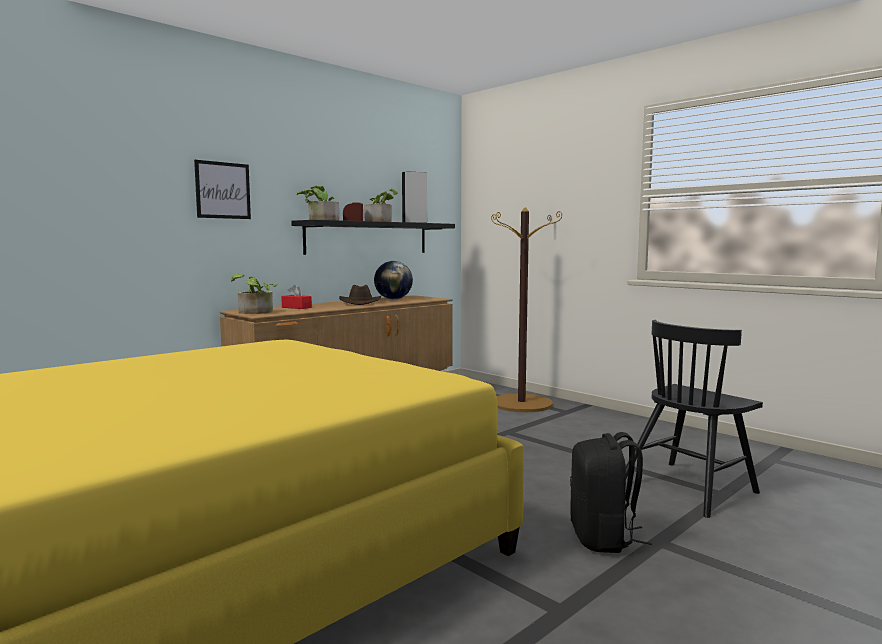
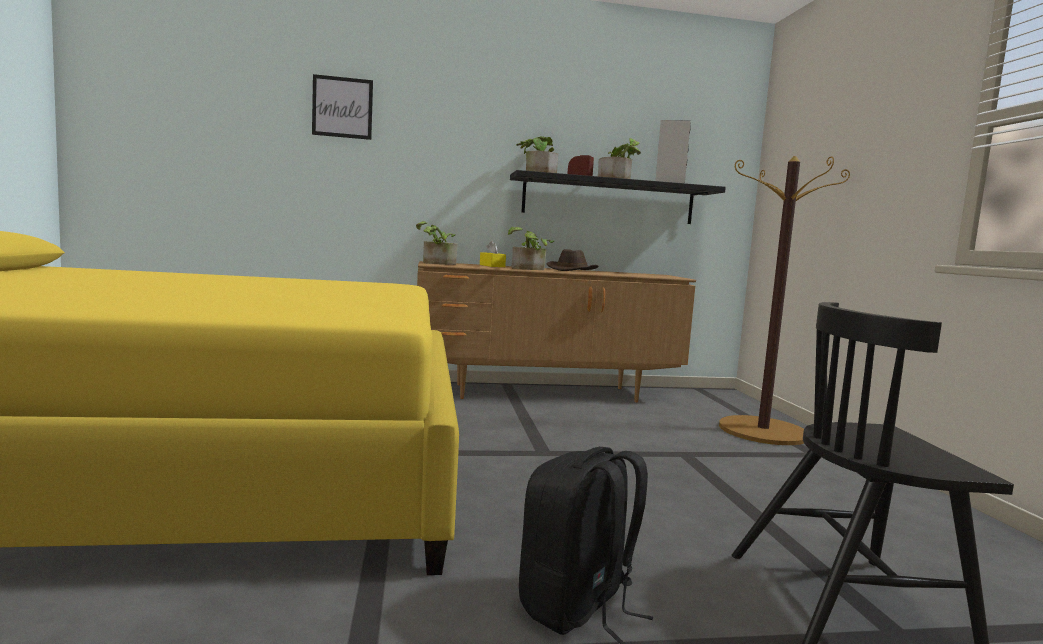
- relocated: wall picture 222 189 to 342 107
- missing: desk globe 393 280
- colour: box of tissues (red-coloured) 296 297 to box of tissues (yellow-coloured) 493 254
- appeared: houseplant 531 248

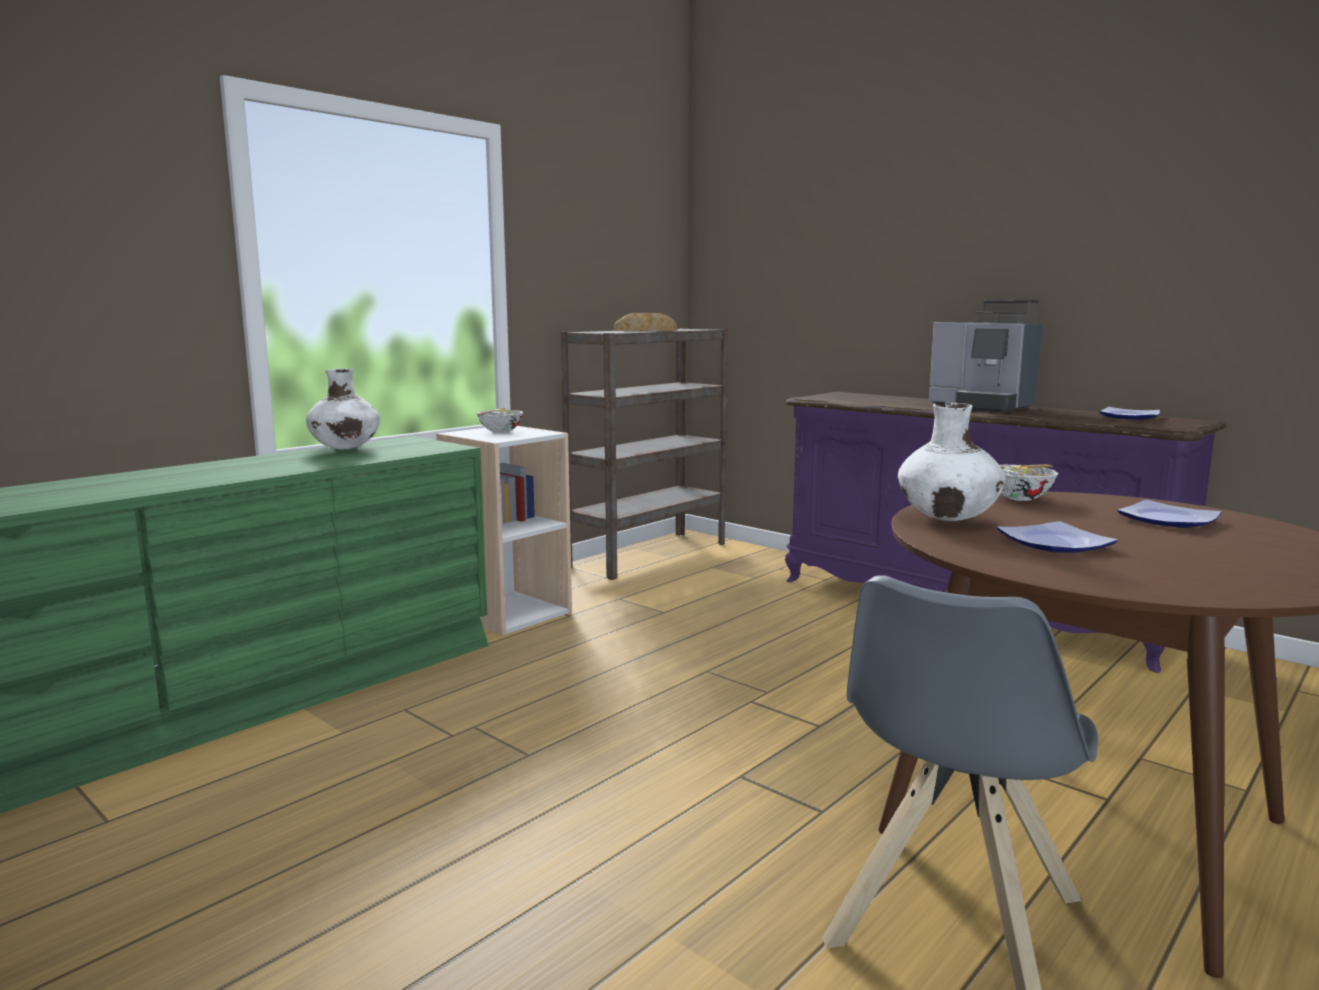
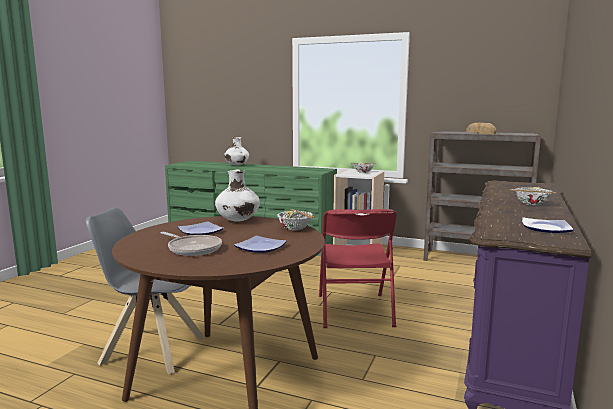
- exchanged: coffee maker 986 356 to bowl 533 196
- relocated: vase (white-coloured) 343 409 to 236 151
- appeared: upright chair (red-coloured) 358 268
- appeared: frying pan 191 244

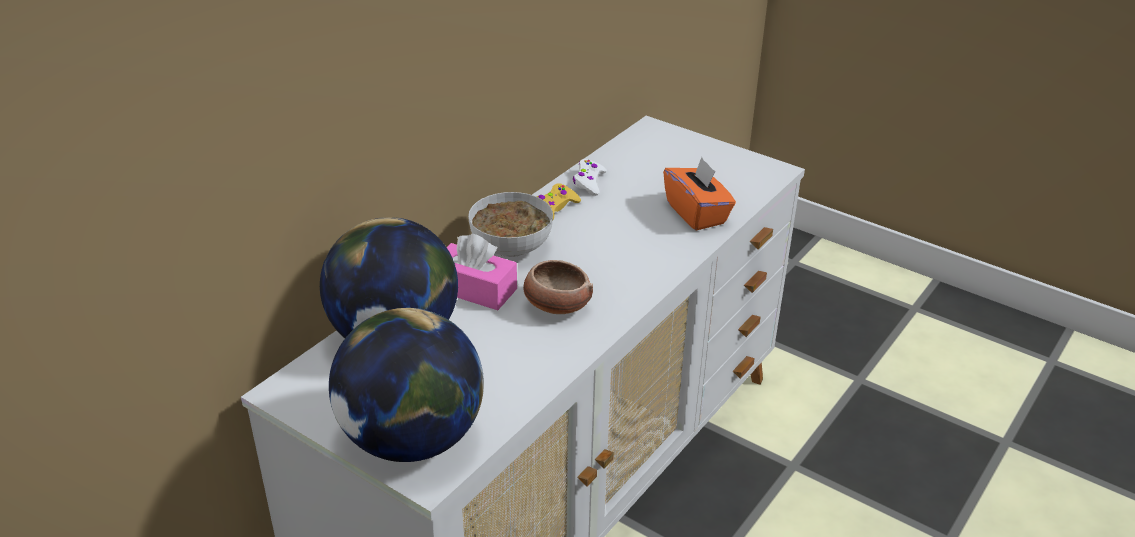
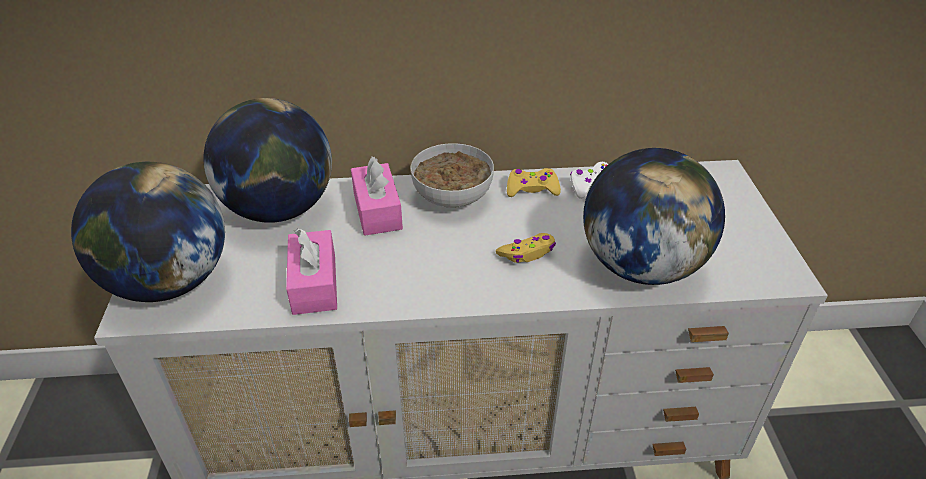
- exchanged: box of tissues (orangey) 699 194 to desk globe 654 216
- missing: bowl 558 287
- appeared: box of tissues (pink) 311 272
- appeared: gamepad (yellow-coloured) 526 248

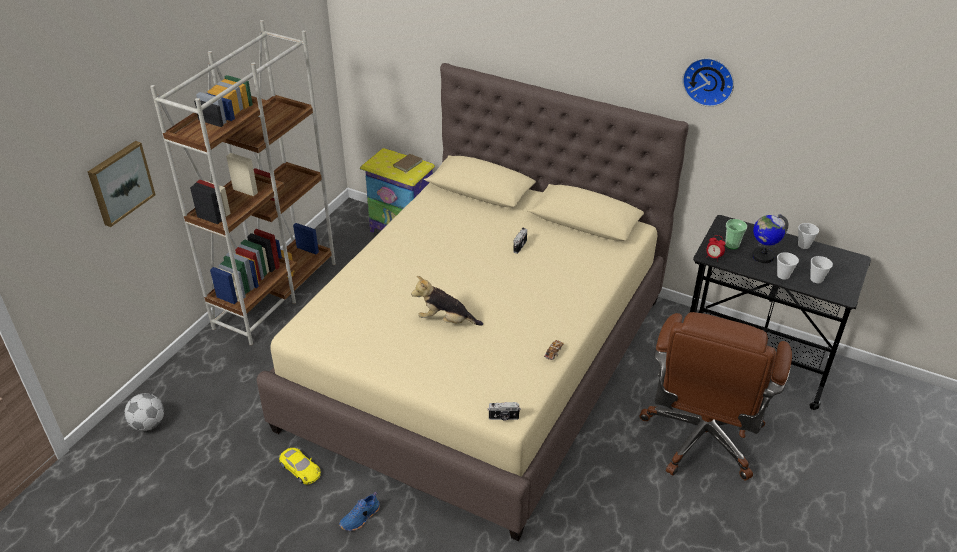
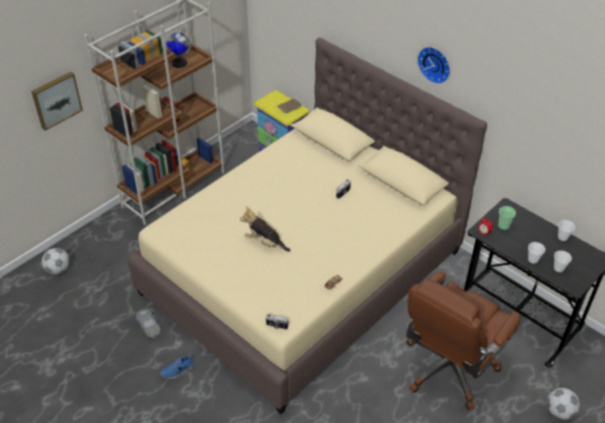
- relocated: wall clock 708 82 to 433 65
- relocated: desk globe 770 238 to 179 50
- colour: model car (yellow-coloured) 300 466 to model car (grey) 148 323
- appeared: football ball 563 403

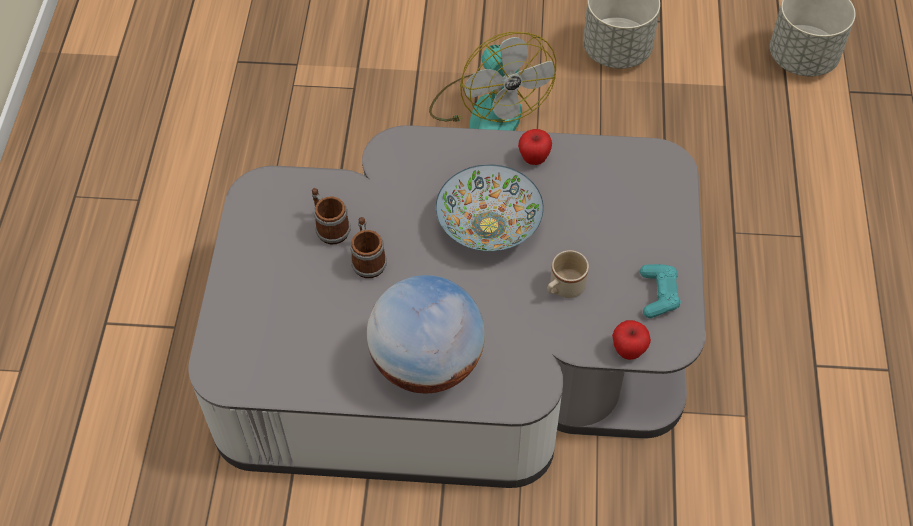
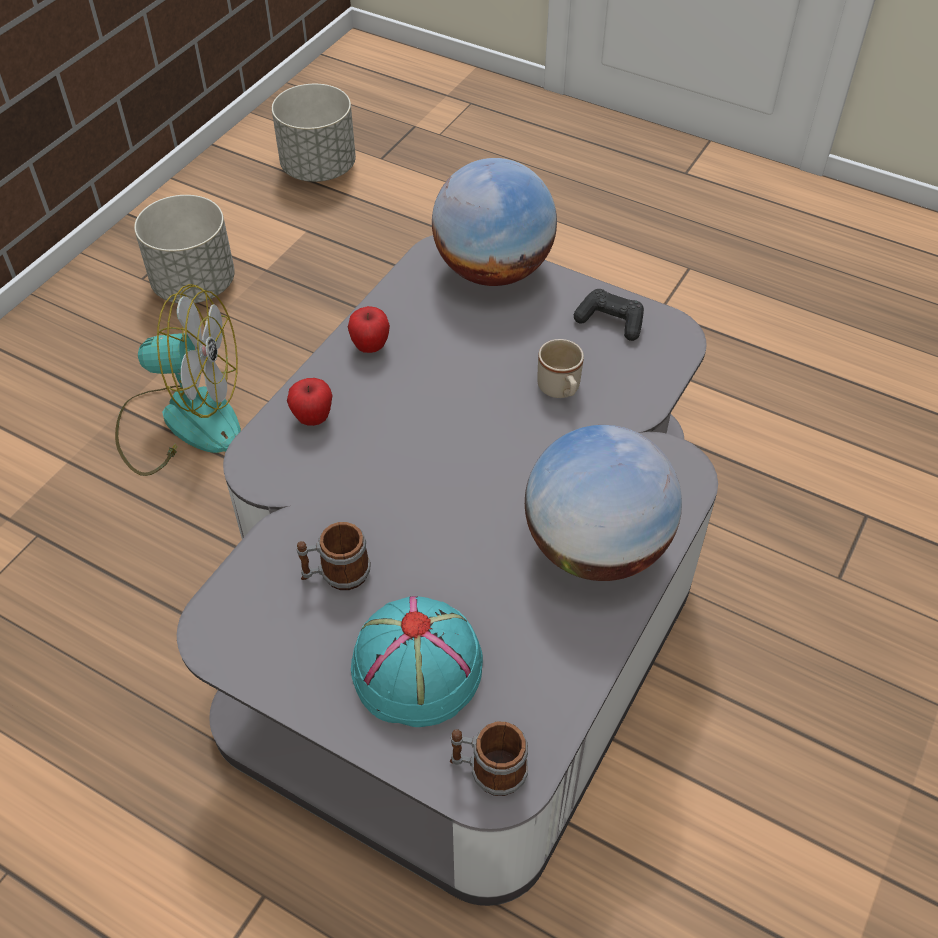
- missing: bowl 490 207
- relocated: tea mug 368 247 to 489 759
- colour: gamepad (turquoise-coloured) 660 291 to gamepad (blackish) 609 315
- relocated: apple 631 340 to 310 402
- appeared: desk globe 494 222
- appeared: hat (turquoise-coloured) 417 661

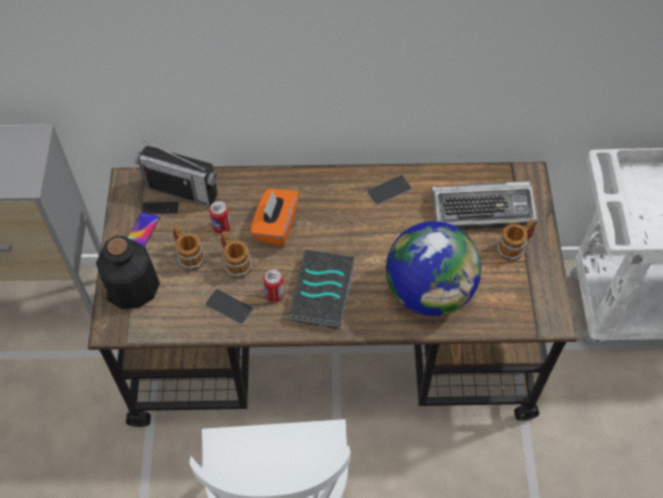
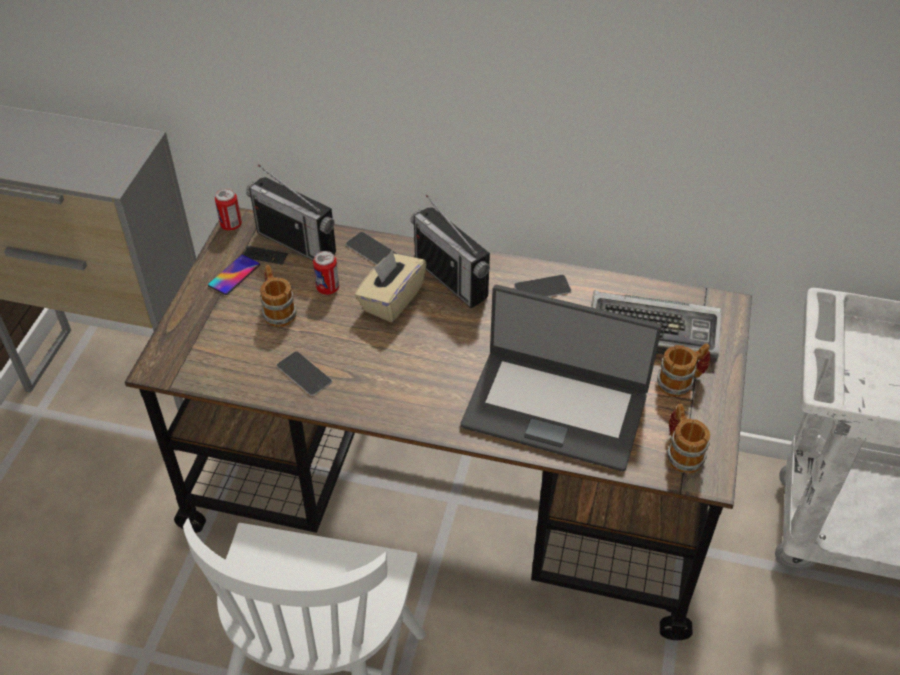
- colour: box of tissues (orangey) 274 217 to box of tissues (sand-coloured) 390 286
- exchanged: desk globe 434 268 to laptop 561 378
- relocated: tea mug 237 255 to 688 438
- missing: bottle 128 272
- missing: volume 322 290
- relocated: metal can 274 285 to 228 209
- appeared: radio 450 251
- appeared: telephone 371 248

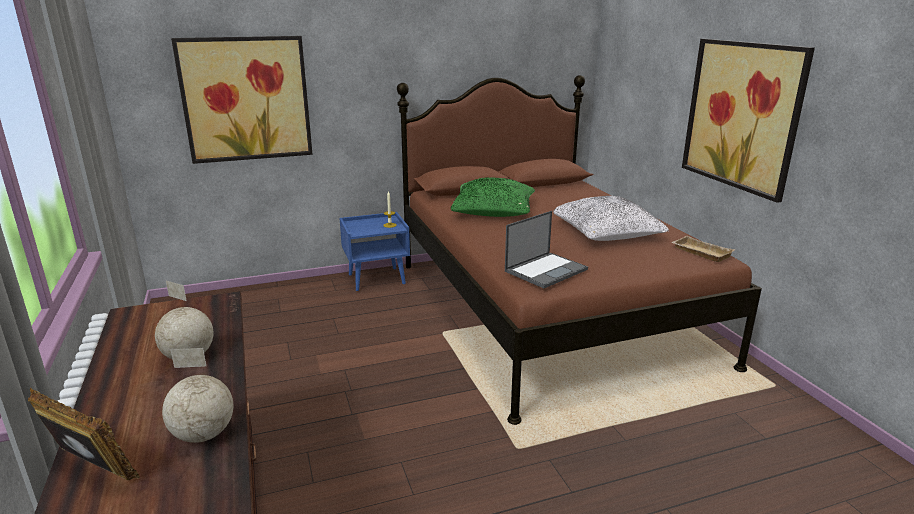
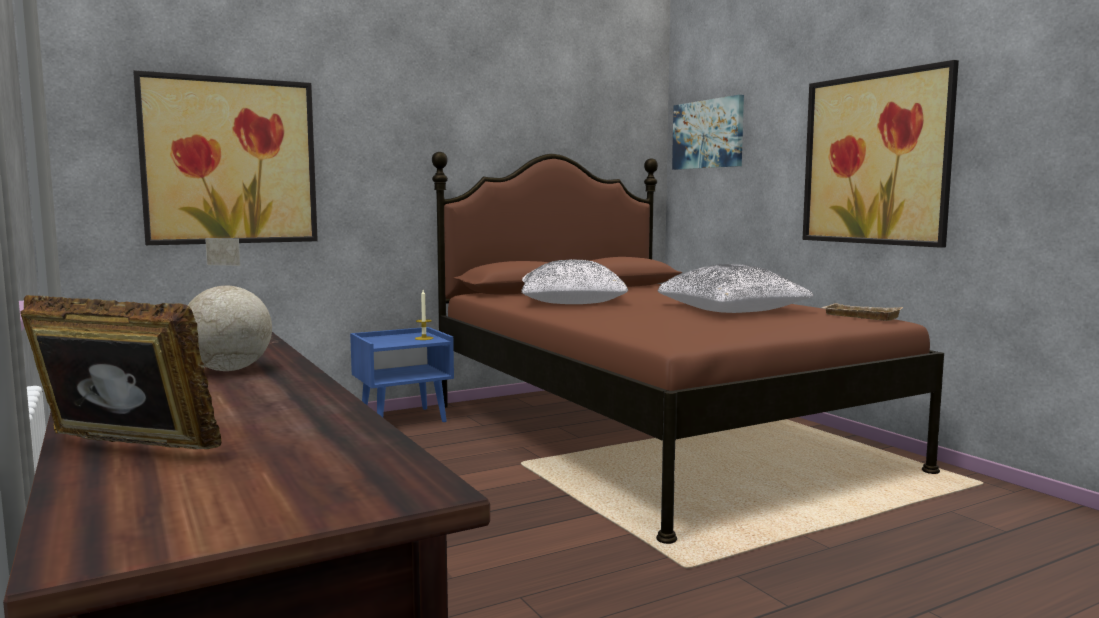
- colour: cushion (greenish) 493 197 to cushion (white-coloured) 574 281
- missing: laptop 546 249
- missing: desk globe 197 395
- appeared: wall picture 708 132

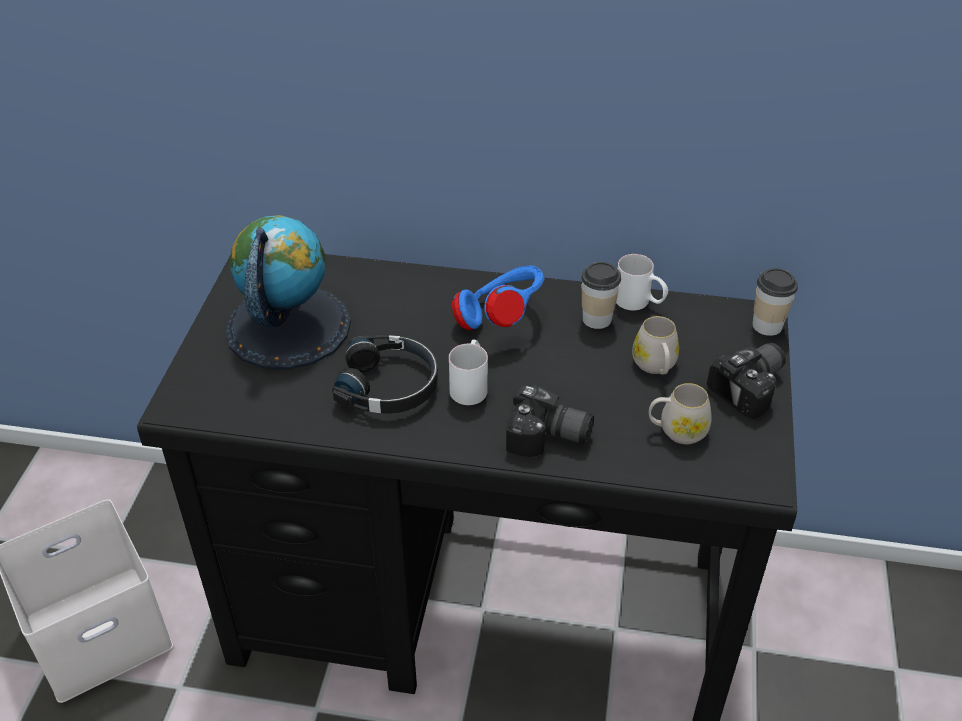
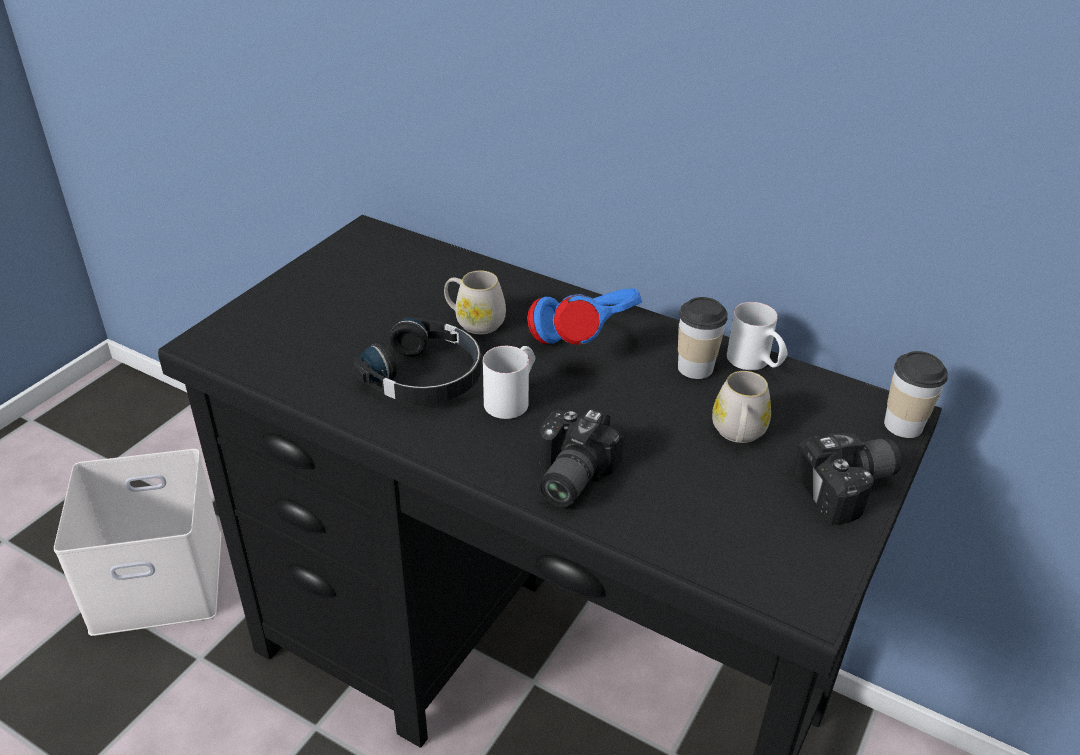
- missing: desk globe 288 292
- relocated: tea mug (white-coloured) 680 413 to 475 302
- spun: still camera 550 421 = 581 458 75 degrees clockwise

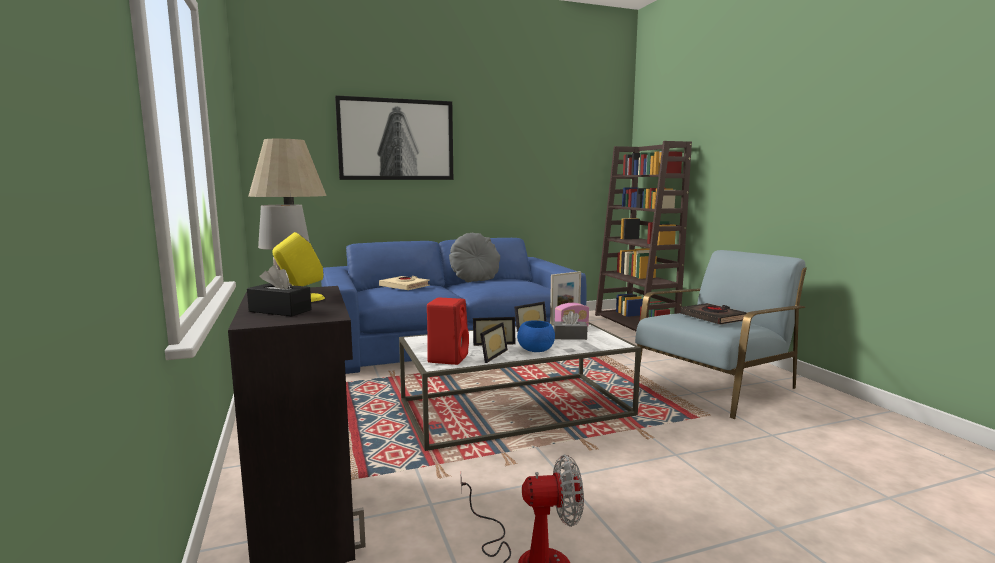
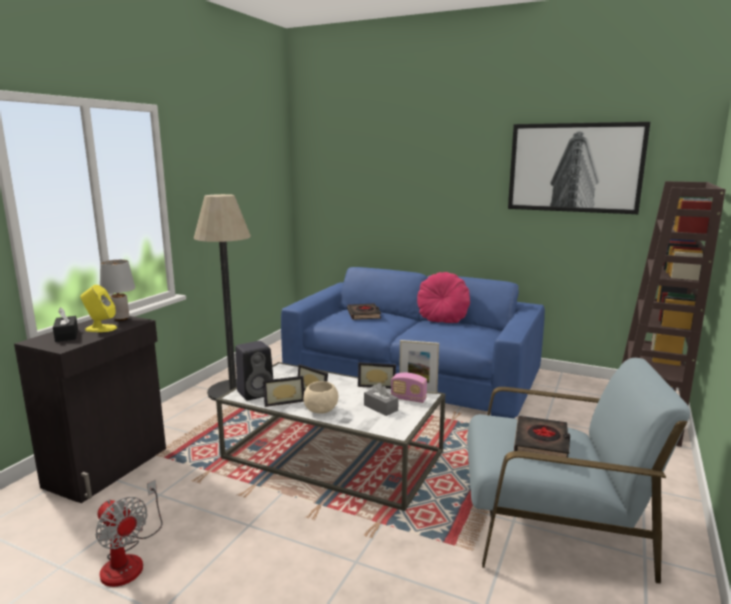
- relocated: wall picture 394 137 to 579 168
- colour: cushion (grey) 474 257 to cushion (pink) 443 297
- colour: volume (sand-coloured) 404 283 to volume (blackish) 364 311
- colour: speaker (red-coloured) 448 331 to speaker (blackish) 254 371
- colour: bowl (blue) 536 336 to bowl (sand-coloured) 320 397

